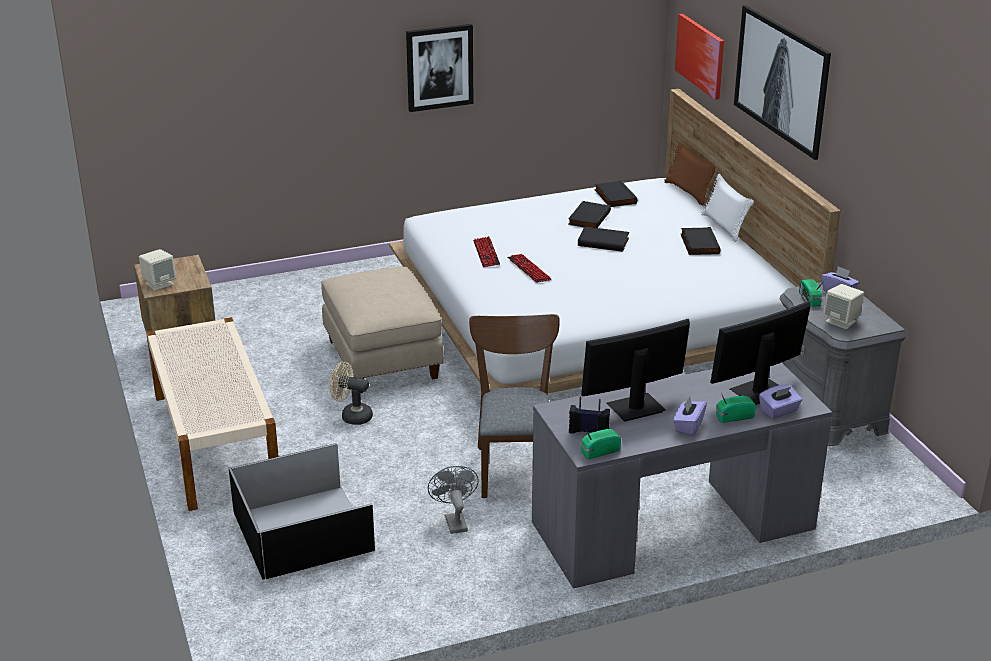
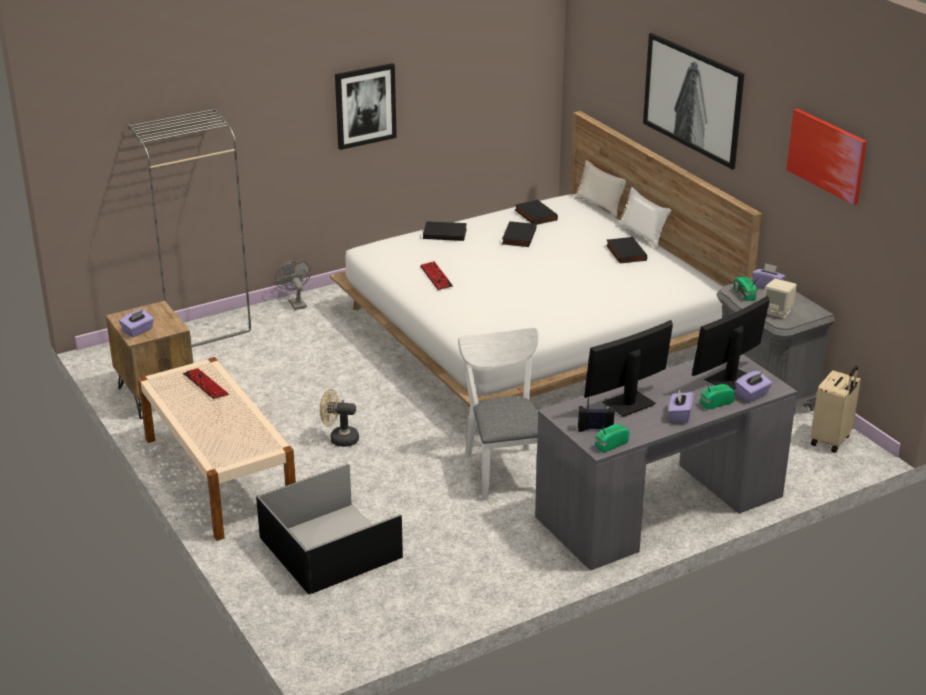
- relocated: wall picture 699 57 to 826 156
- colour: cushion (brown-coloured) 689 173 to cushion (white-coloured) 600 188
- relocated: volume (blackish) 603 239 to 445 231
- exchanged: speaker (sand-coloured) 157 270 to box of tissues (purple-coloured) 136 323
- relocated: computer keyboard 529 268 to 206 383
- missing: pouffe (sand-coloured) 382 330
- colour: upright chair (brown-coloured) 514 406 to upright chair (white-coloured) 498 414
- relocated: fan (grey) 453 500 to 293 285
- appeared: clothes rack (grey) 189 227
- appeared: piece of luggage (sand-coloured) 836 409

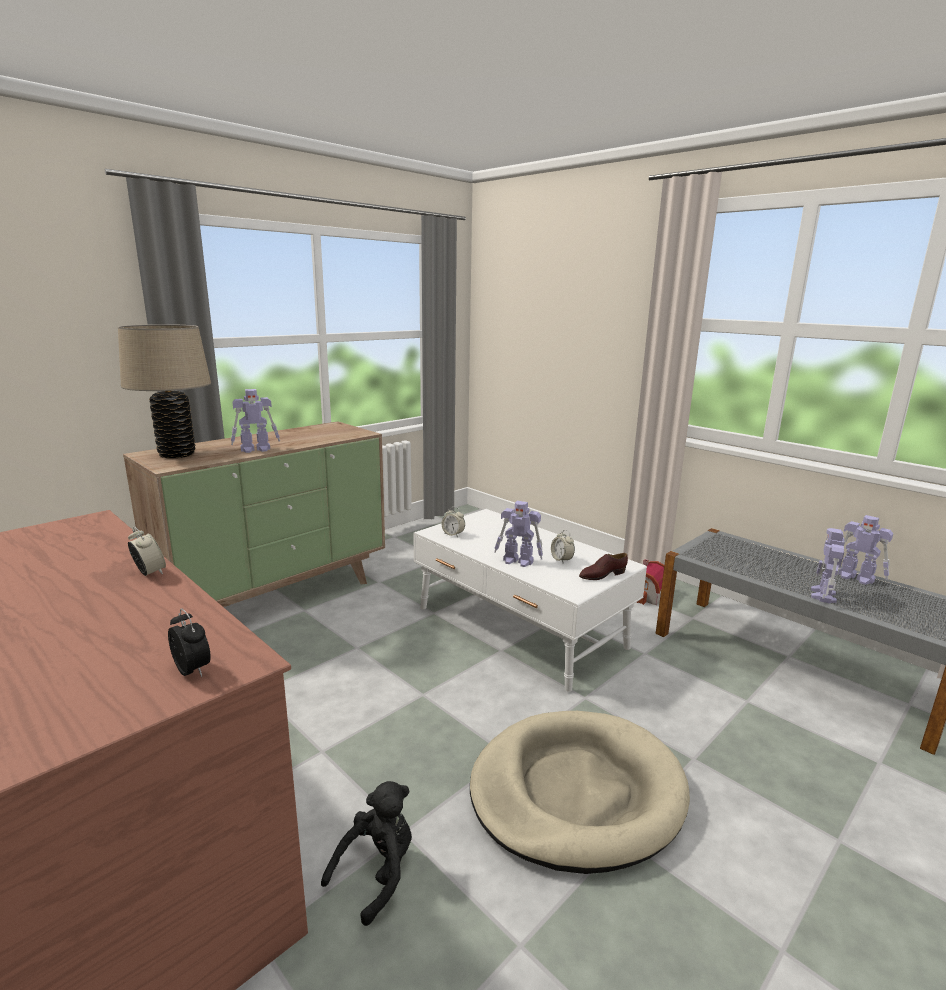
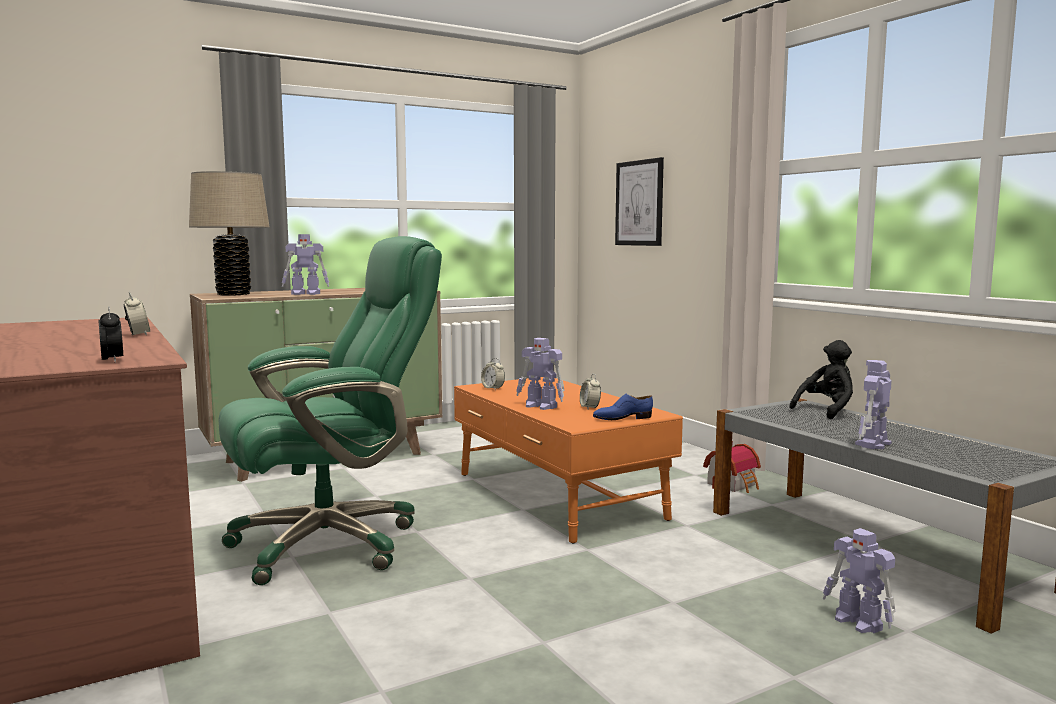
- colour: low table (white-coloured) 530 600 to low table (orangey) 568 460
- relocated: toy robot 865 550 to 859 580
- colour: low shoe (brown-coloured) 603 566 to low shoe (blue) 623 407
- missing: dog bed (sand-coloured) 580 792
- relocated: soft toy (blackish) 366 853 to 821 379
- appeared: wall picture 639 201
- appeared: computer chair (greenish) 330 410

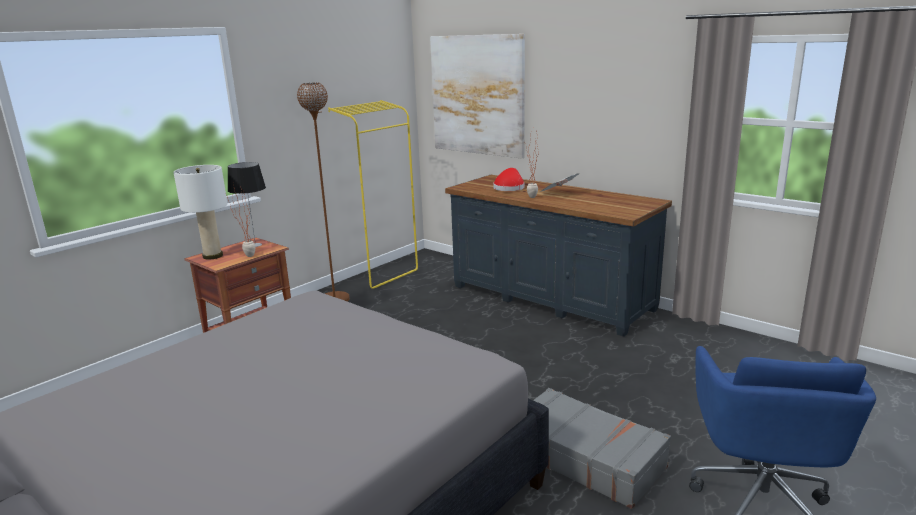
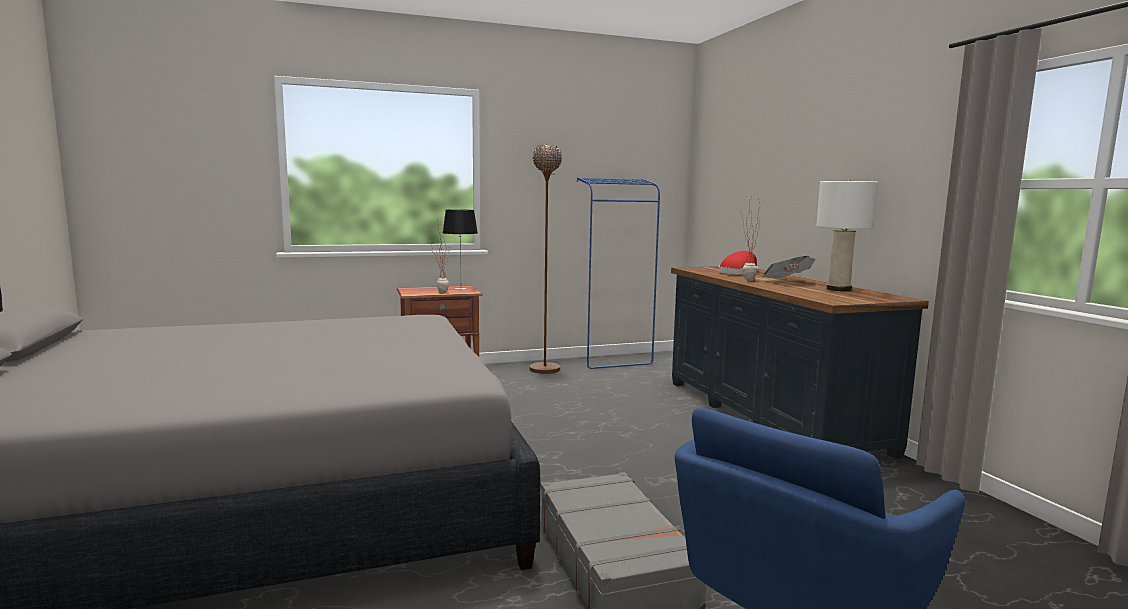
- missing: wall picture 477 96
- colour: clothes rack (yellow-coloured) 373 194 to clothes rack (blue) 618 273
- relocated: table lamp (white-coloured) 200 212 to 847 235

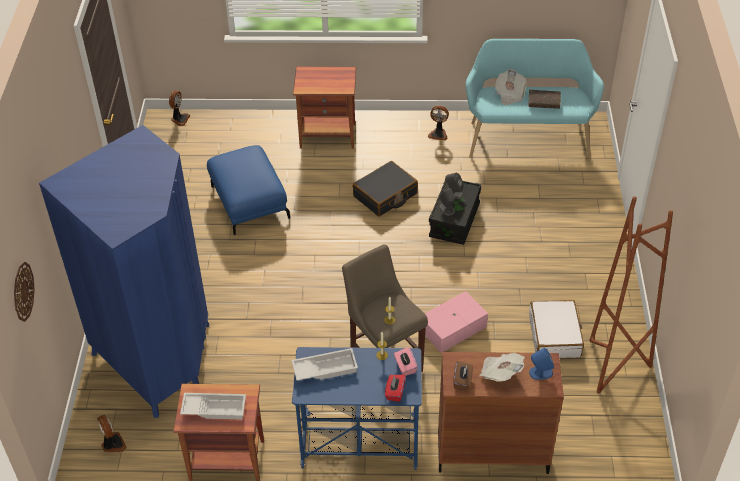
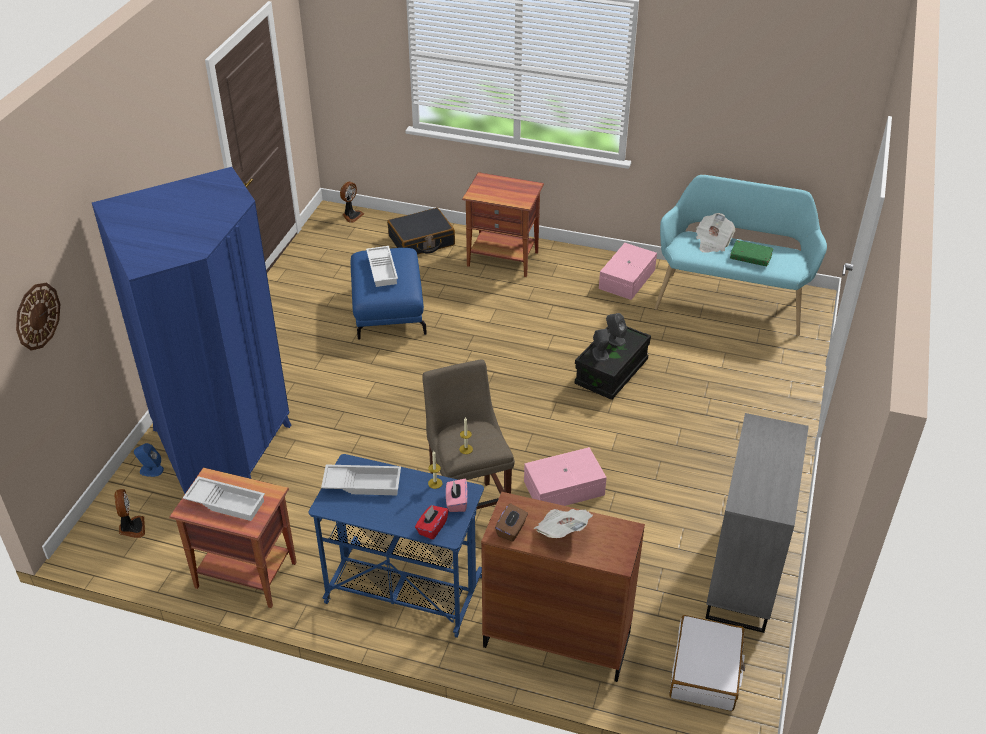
- colour: volume (brown-coloured) 544 99 to volume (greenish) 751 253
- exchanged: fan 438 123 to storage container (pink) 628 271
- relocated: piece of luggage (blackish) 385 189 to 421 231
- exchanged: clothes rack (brown-coloured) 631 295 to chest of drawers (grey) 757 523
- relocated: piece of luggage (white-coloured) 556 329 to 707 663
- relocated: speaker (blue) 541 364 to 149 460
- appeared: tray (white-coloured) 382 266

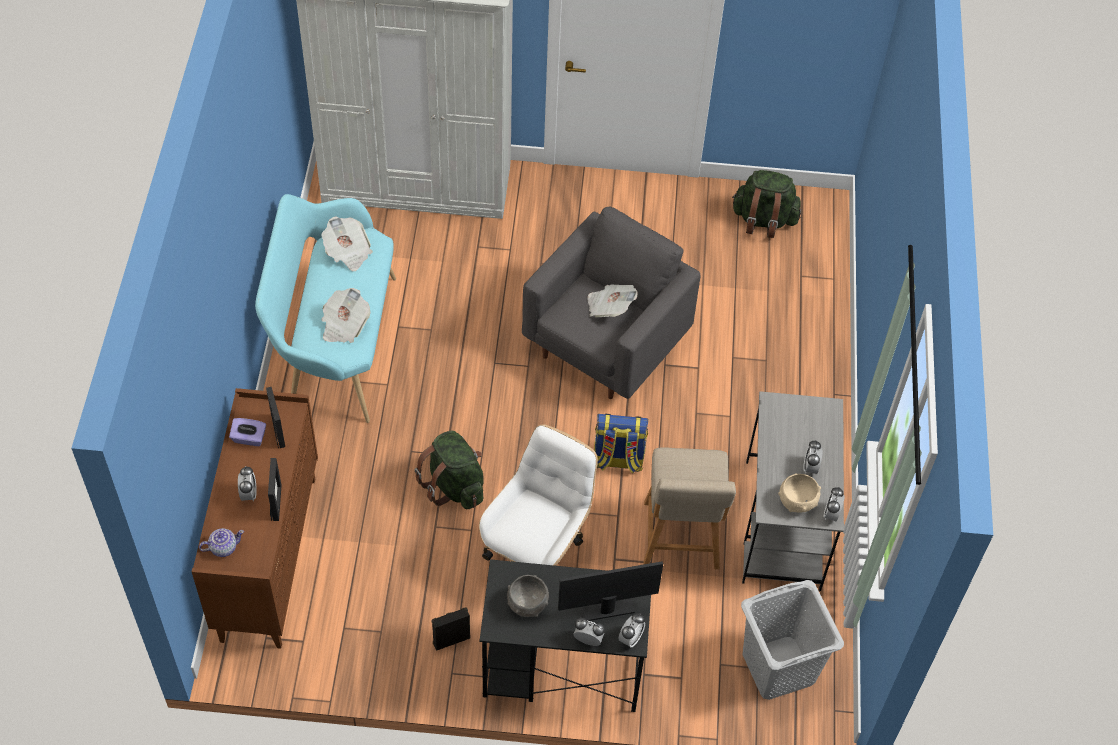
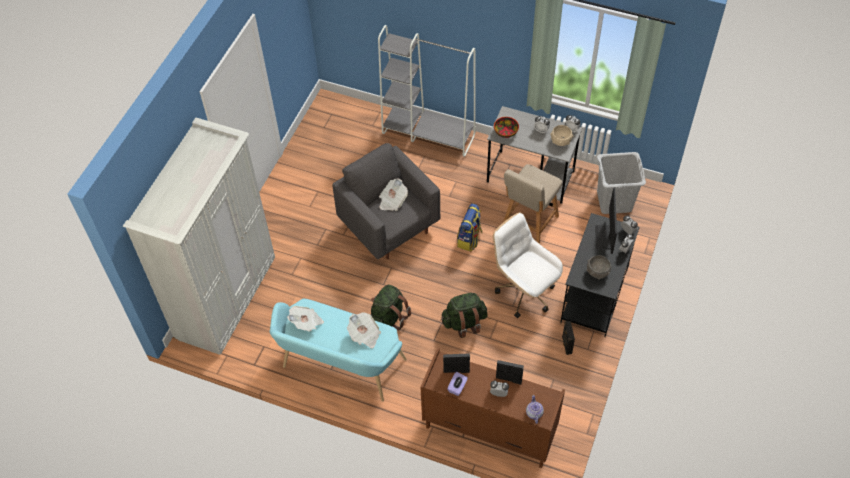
- relocated: knapsack (greenish) 766 204 to 391 307
- spun: upright chair (sand-coloured) 689 508 = 532 204 105 degrees clockwise
- appeared: clothes rack (grey) 427 91
- appeared: bowl 506 127

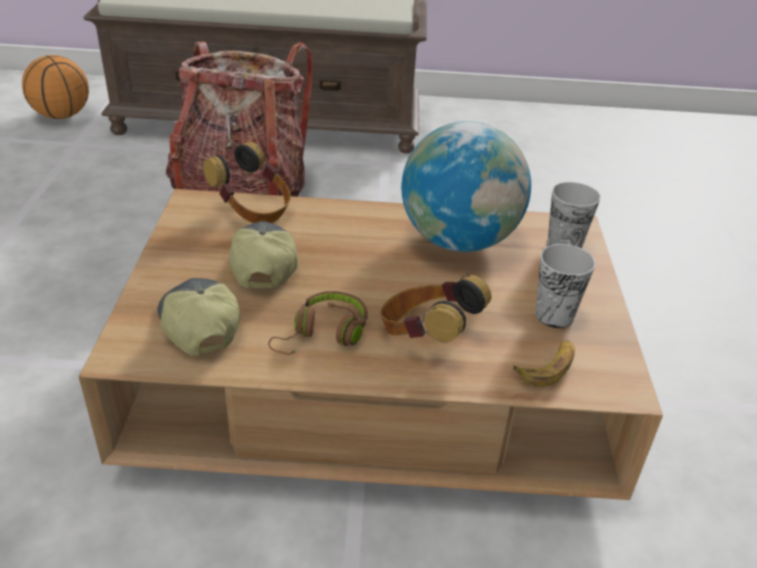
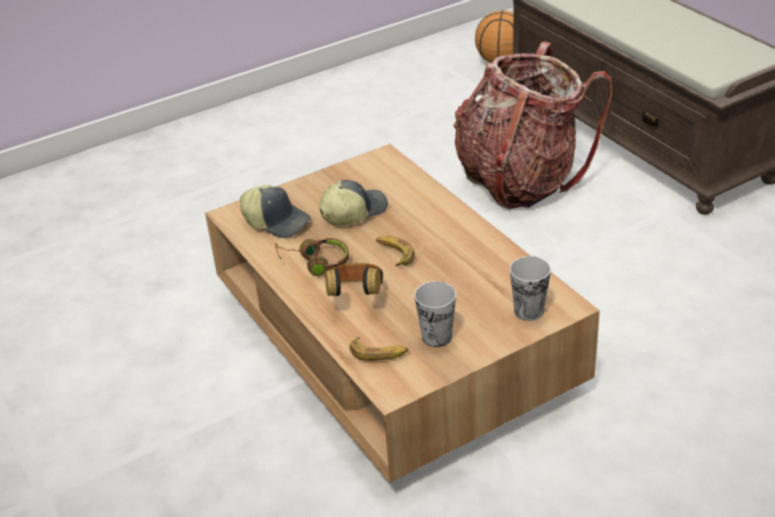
- missing: desk globe 466 186
- missing: pair of headphones 247 182
- spun: baseball cap 198 316 = 275 211 90 degrees clockwise
- appeared: banana 395 251

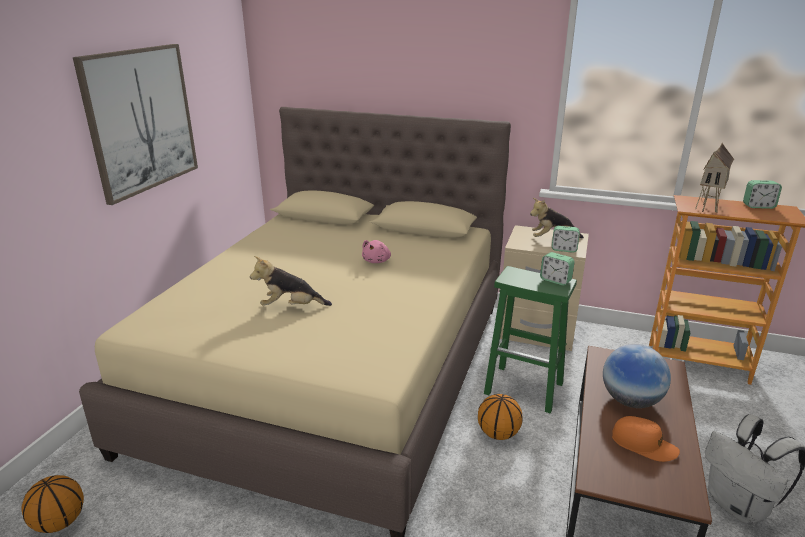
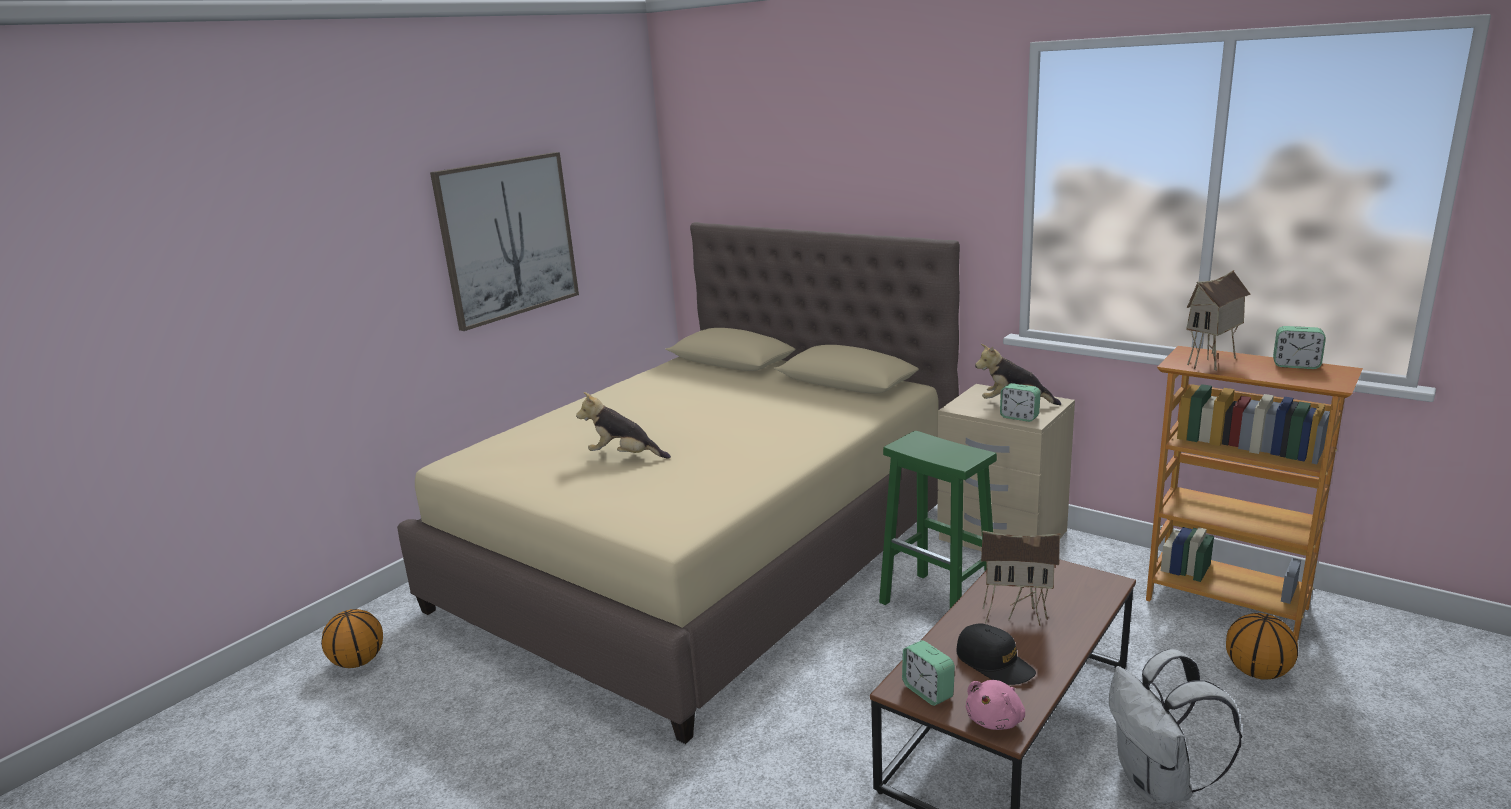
- relocated: soft toy (pink) 376 251 to 995 705
- relocated: bedside clock 557 268 to 928 673
- exchanged: desk globe 637 376 to model house 1021 578
- relocated: basketball 500 417 to 1262 646
- colour: baseball cap (orangey) 646 439 to baseball cap (blackish) 996 654

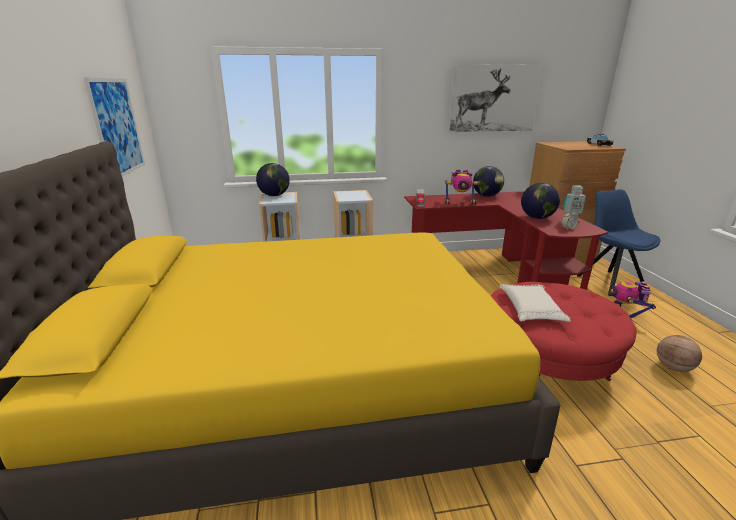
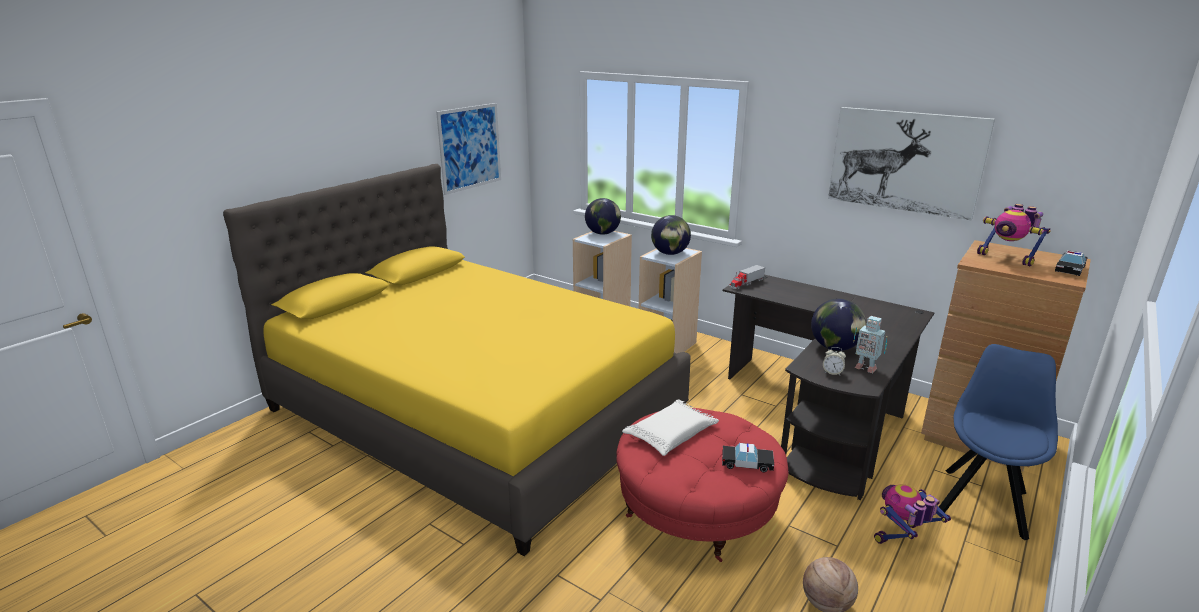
- relocated: desk globe 488 181 to 671 235
- relocated: toy robot 462 187 to 1014 235
- colour: desk table (red-coloured) 506 240 to desk table (blackish) 829 387
- appeared: model car 748 457

